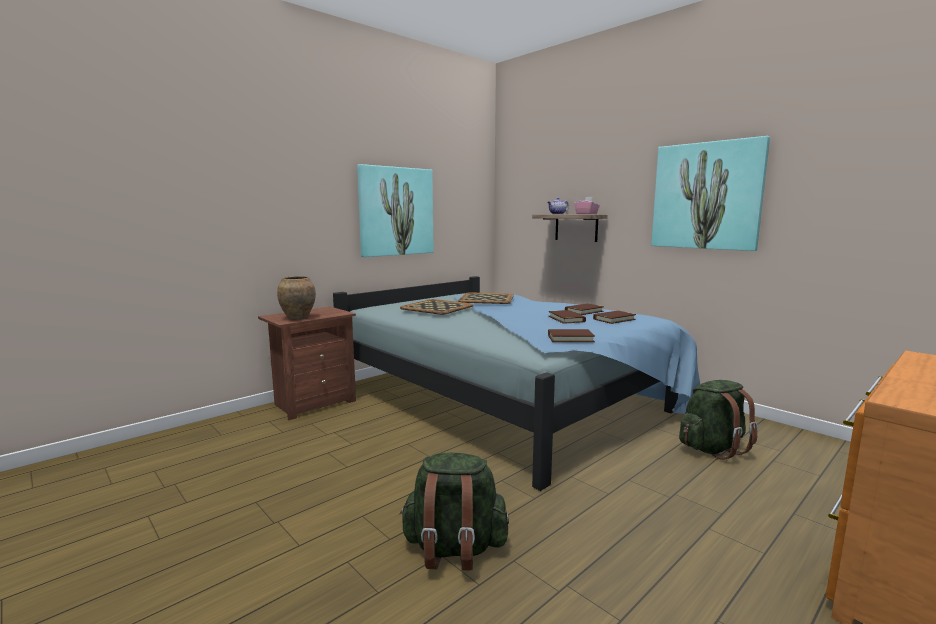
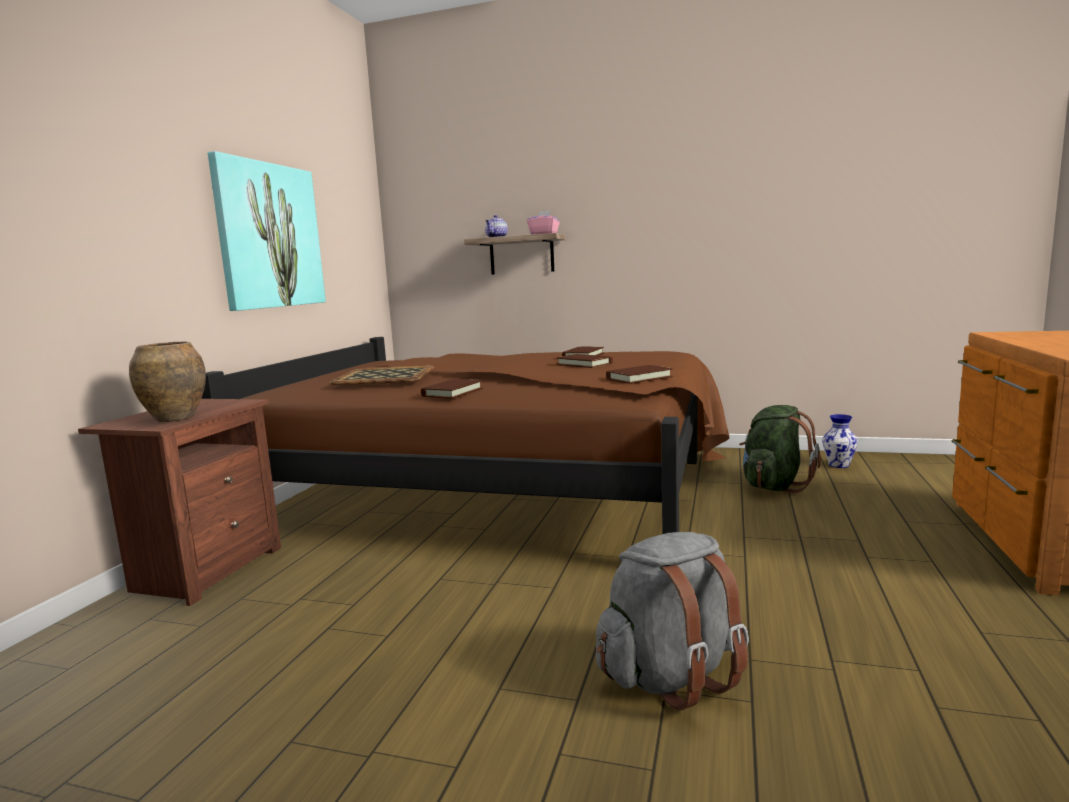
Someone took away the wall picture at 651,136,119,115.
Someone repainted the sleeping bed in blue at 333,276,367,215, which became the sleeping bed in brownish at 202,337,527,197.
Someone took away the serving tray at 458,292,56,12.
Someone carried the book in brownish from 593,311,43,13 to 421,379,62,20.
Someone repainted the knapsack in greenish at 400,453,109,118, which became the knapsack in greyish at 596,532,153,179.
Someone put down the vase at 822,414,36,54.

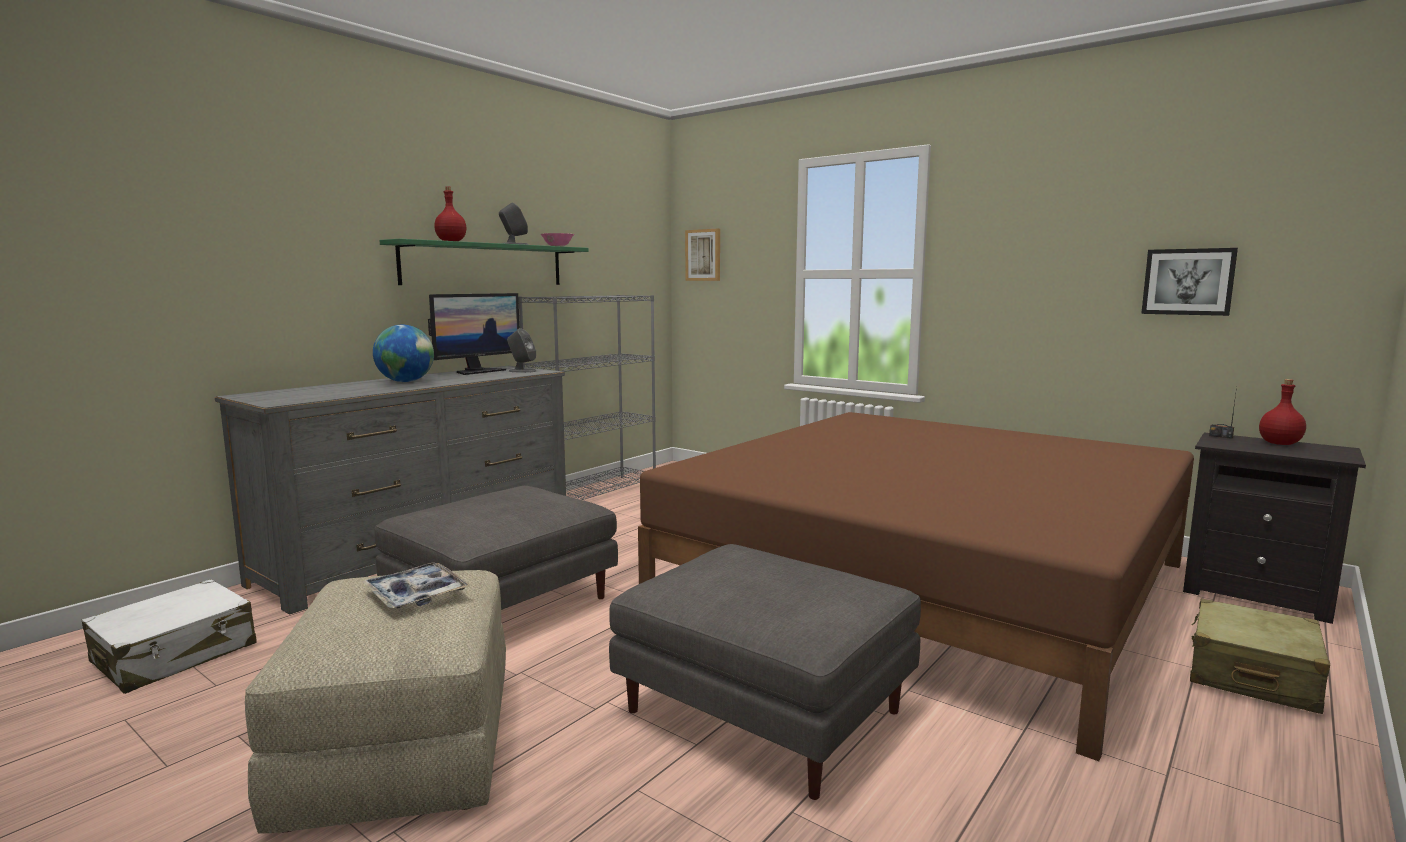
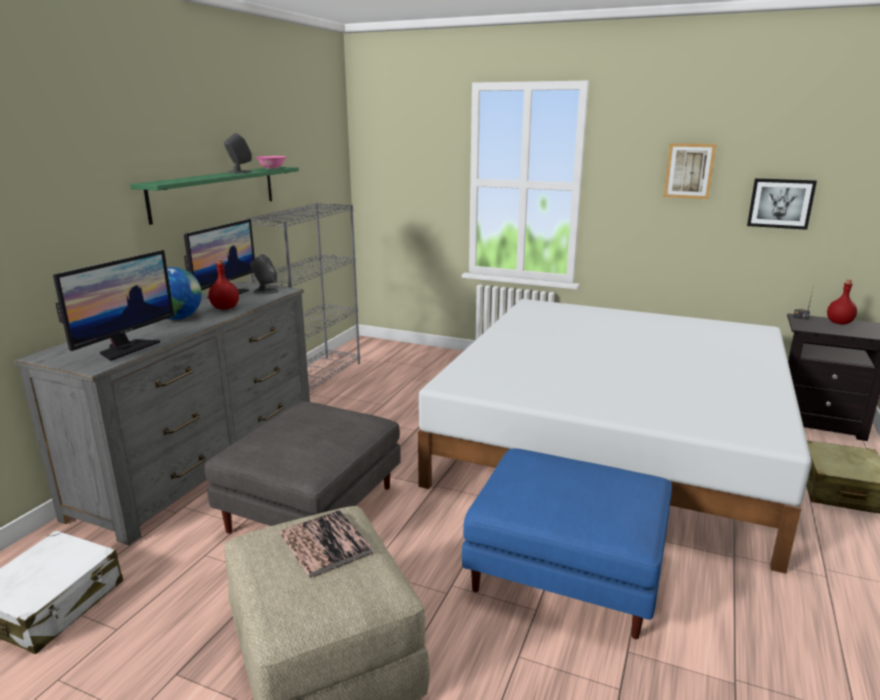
Someone carried the drink bottle in reddish from 434,186,32,55 to 209,259,30,51.
Someone carried the wall picture from 685,229,35,52 to 663,143,53,56.
Someone repainted the sleeping bed in brownish at 638,412,556,349, which became the sleeping bed in white-coloured at 418,299,394,275.
Someone repainted the ottoman in greyish at 609,544,312,256, which became the ottoman in blue at 462,448,210,191.
Someone swapped the serving tray at 363,562,108,46 for the book at 280,510,93,68.
Someone put down the monitor at 53,250,121,111.

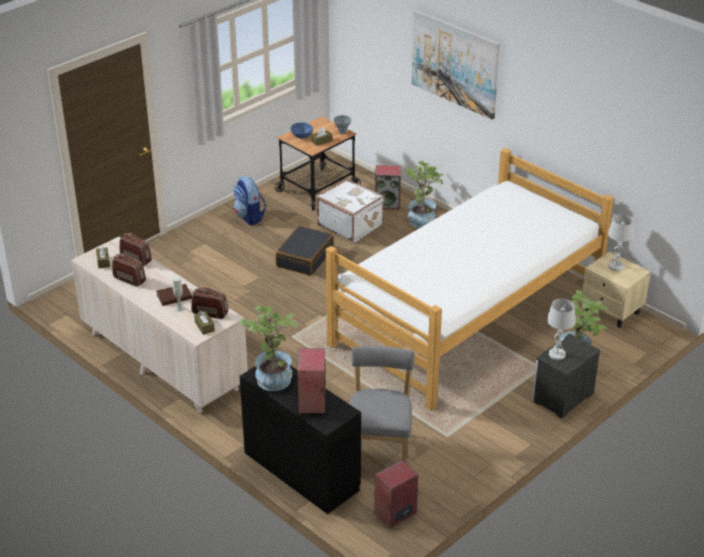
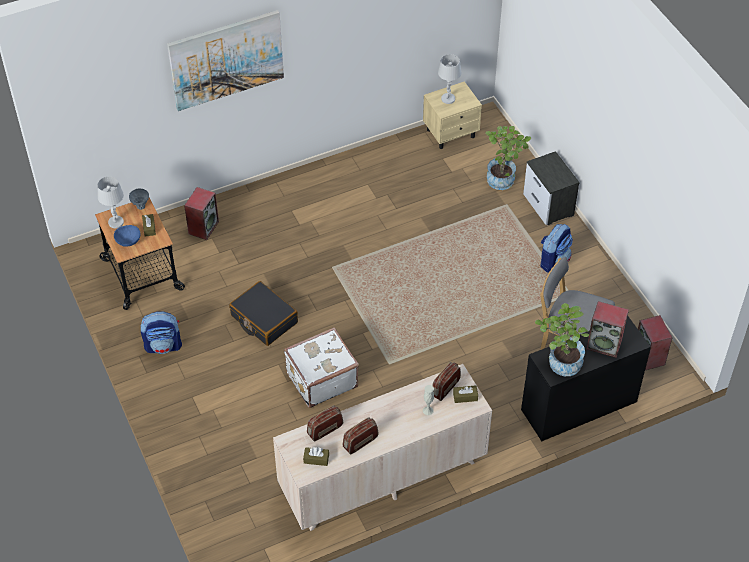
Someone took away the sleeping bed at 326,148,288,263.
Someone took away the houseplant at 405,161,38,67.
Someone carried the suitcase in white-coloured from 317,179,67,64 to 284,327,75,81.
Someone took away the book in brownish at 156,284,36,22.
Someone carried the tabletop lamp in white-coloured from 547,299,29,61 to 98,177,26,51.
Someone put down the knapsack at 540,224,33,48.

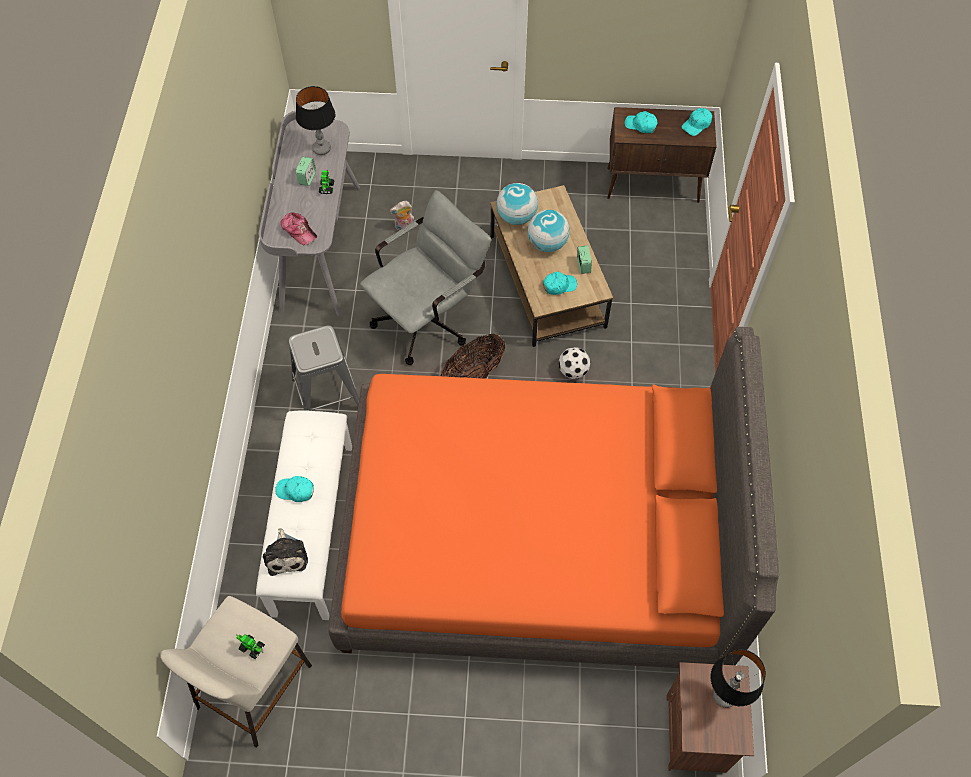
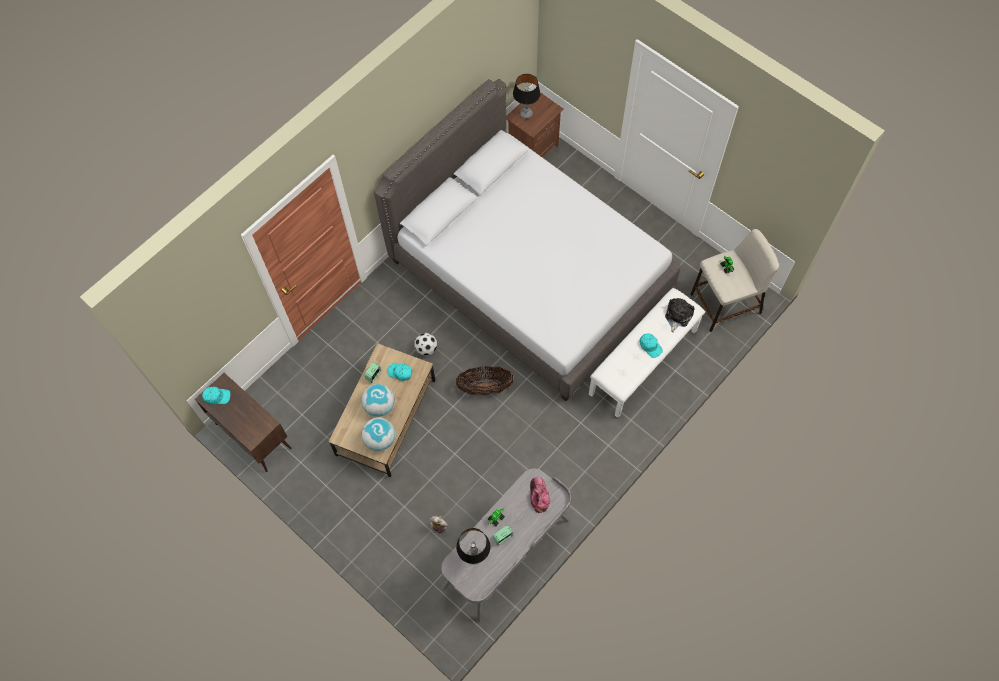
Someone took away the baseball cap in blue-green at 625,111,33,22.
Someone took away the desk chair in greyish at 360,190,131,175.
Someone took away the stool seat in greyish at 289,325,70,86.
Someone repainted the sleeping bed in orange-coloured at 328,327,451,341, which became the sleeping bed in greyish at 374,79,306,322.

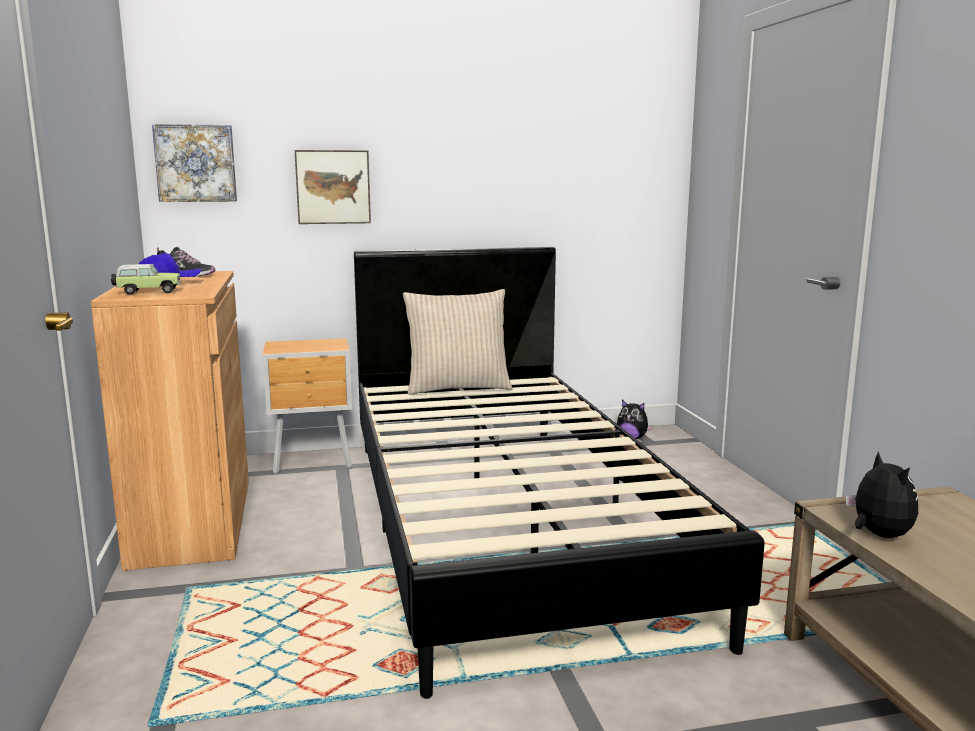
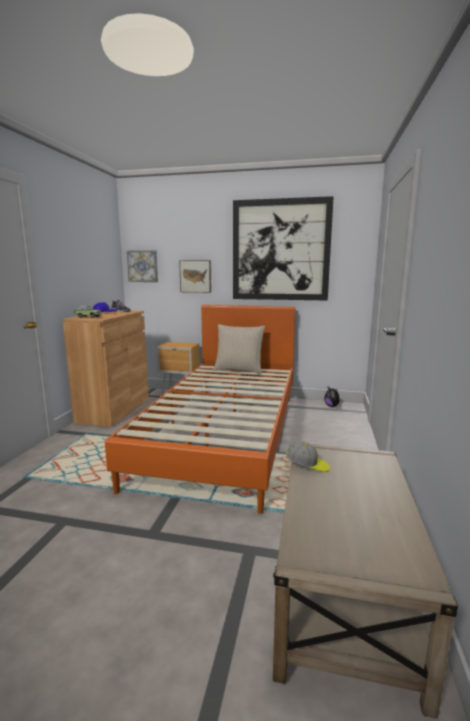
Someone repainted the sleeping bed in black-coloured at 354,247,411,452, which became the sleeping bed in orange-coloured at 105,305,191,209.
Someone swapped the cuddly toy at 846,452,72,86 for the baseball cap at 286,441,44,31.
Someone put up the wall picture at 233,196,101,105.

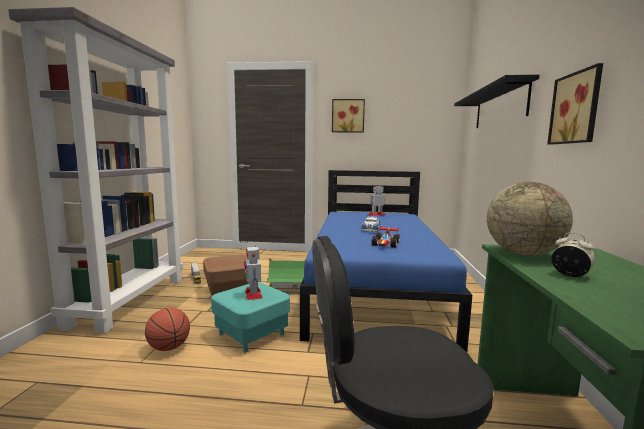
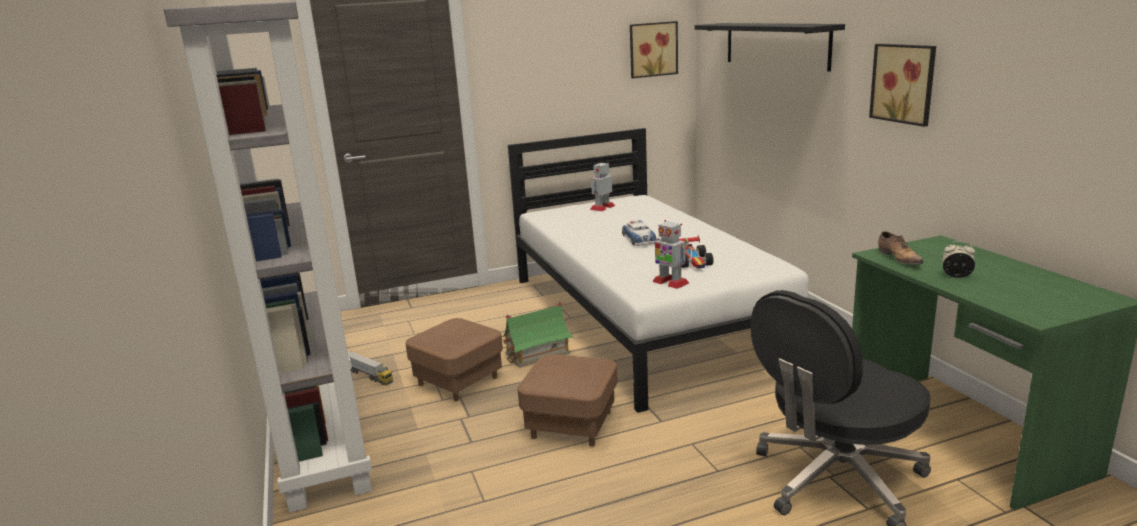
Someone carried the wall picture from 332,99,33,34 to 630,21,48,57.
Someone repainted the sleeping bed in blue at 300,170,172,182, which became the sleeping bed in white-coloured at 508,128,301,285.
Someone swapped the desk globe at 487,182,86,74 for the low shoe at 878,231,46,34.
Someone carried the model robot from 244,245,19,55 to 652,220,37,69.
Someone repainted the ottoman in blue-green at 211,282,79,71, which became the ottoman in brownish at 517,354,101,93.
Someone took away the basketball at 145,308,45,43.

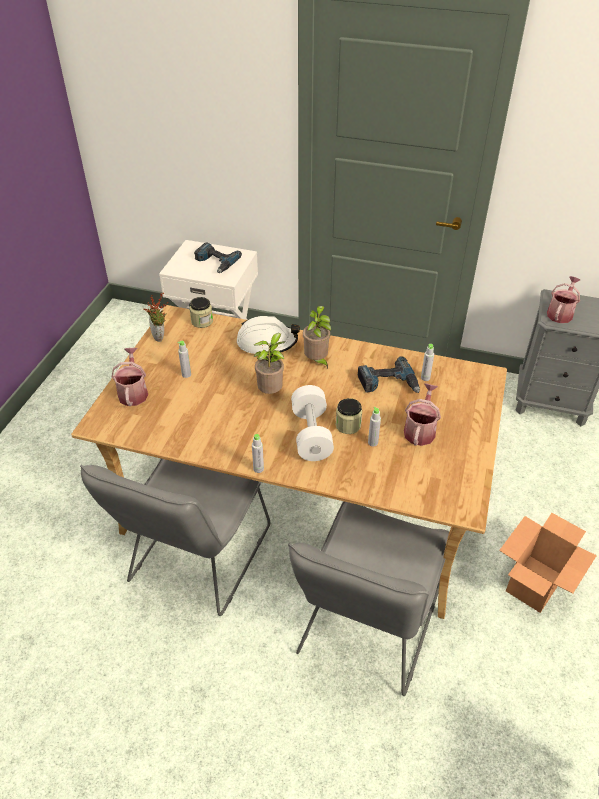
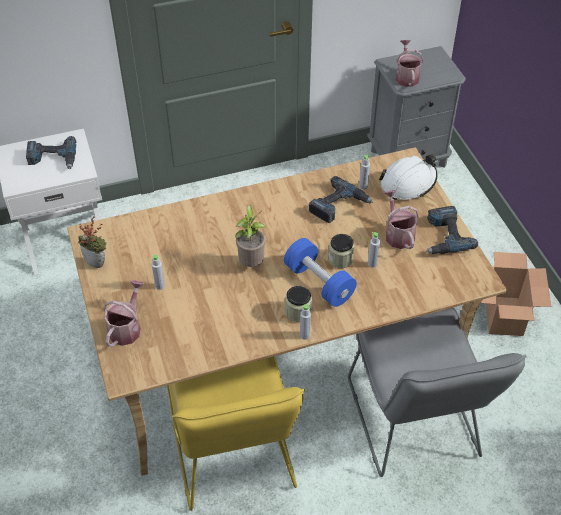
Someone carried the preserve jar from 189,297,24,31 to 285,286,27,36.
Someone took away the houseplant at 303,306,28,63.
Someone carried the work helmet in white-coloured from 237,316,63,38 to 379,154,58,46.
Someone rotated the watering pot at 111,348,37,58 by 60 degrees clockwise.
Someone repainted the hand weight in white-coloured at 291,385,43,76, which became the hand weight in blue at 284,238,73,69.
Someone repainted the chair in greyish at 80,459,190,157, which became the chair in yellow-coloured at 167,356,138,155.
Someone put down the electric drill at 426,206,52,48.

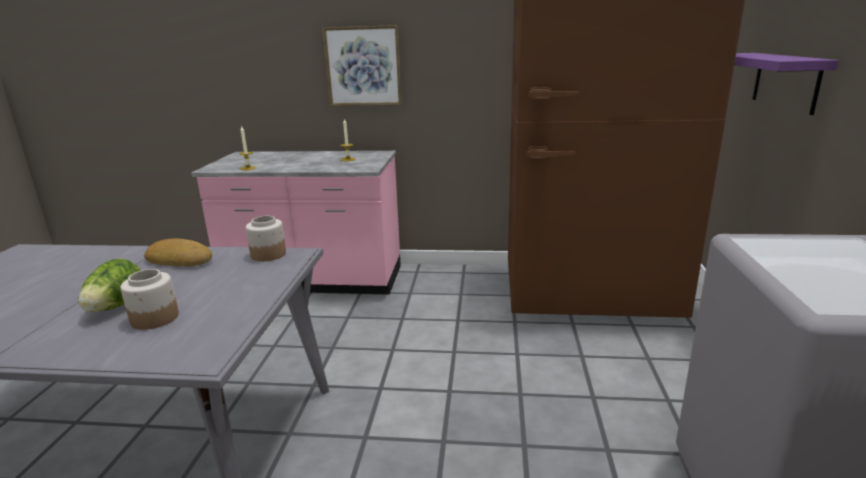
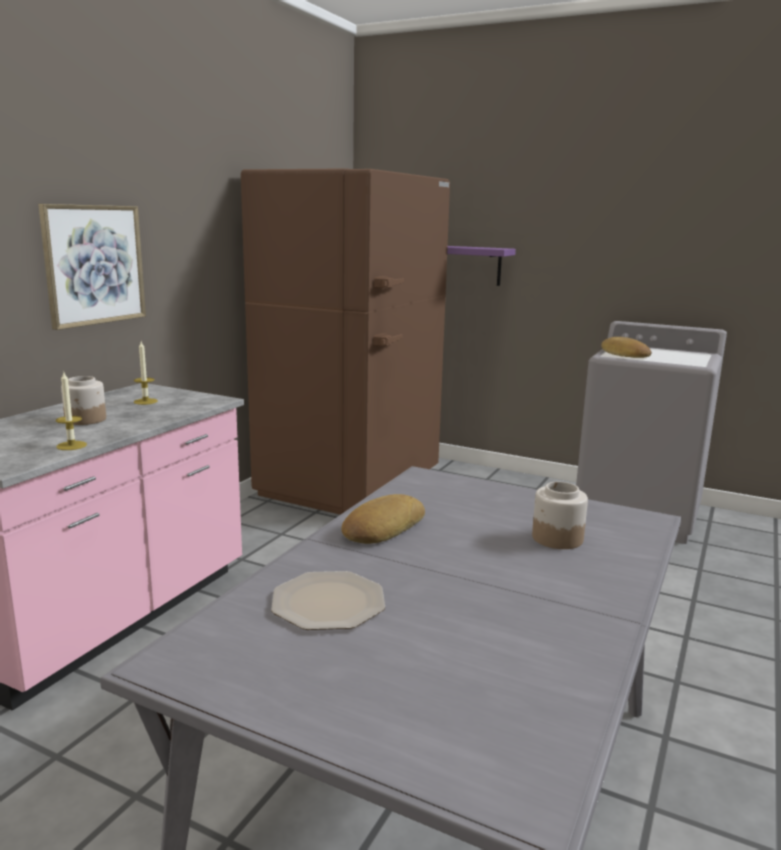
Someone carried the preserve jar from 246,216,40,45 to 61,376,45,49.
Someone took away the lettuce at 78,258,63,54.
Someone put down the baked bread at 601,337,51,21.
Someone put down the dinner plate at 271,571,114,59.

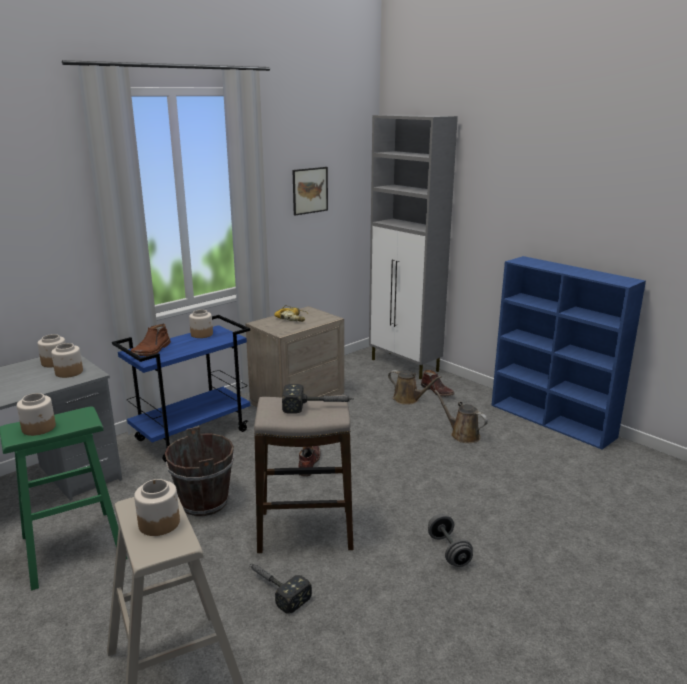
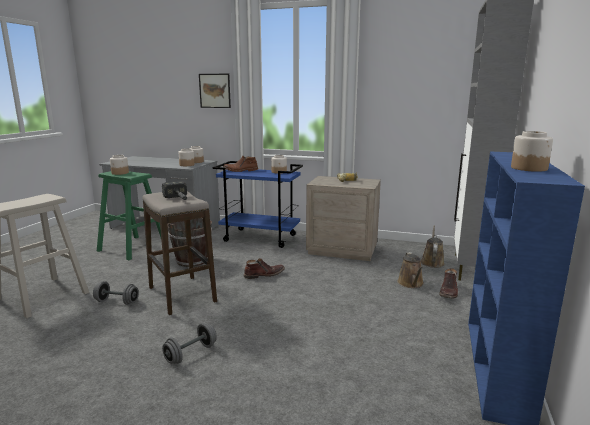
Someone carried the wall picture from 292,167,36,48 to 199,74,32,34.
Someone carried the watering pot in brownish from 434,390,54,53 to 421,225,24,43.
Someone carried the preserve jar from 134,479,46,57 to 511,131,42,41.
Someone swapped the tool hammer at 249,564,63,49 for the hand weight in greyish at 93,281,46,24.

